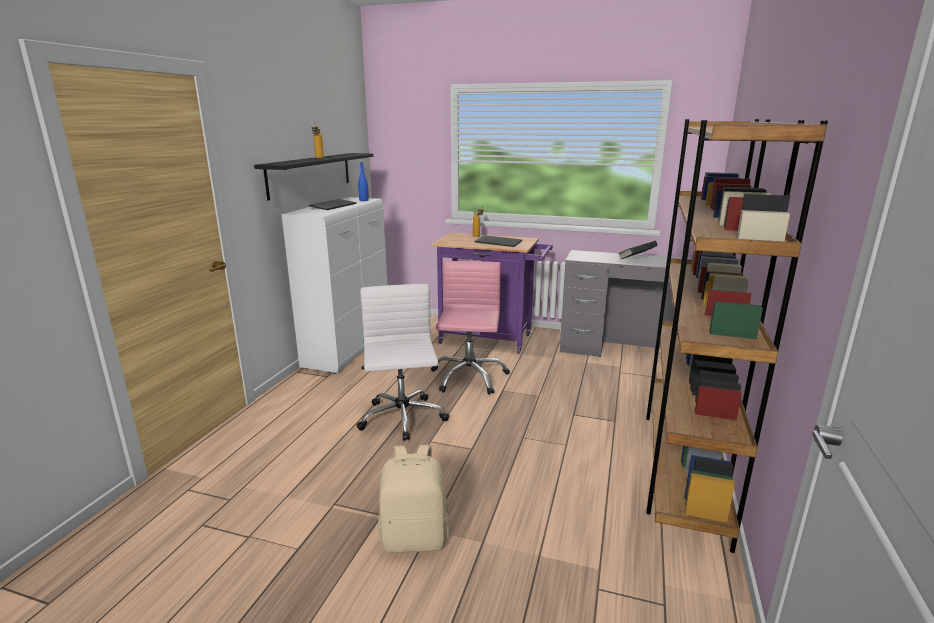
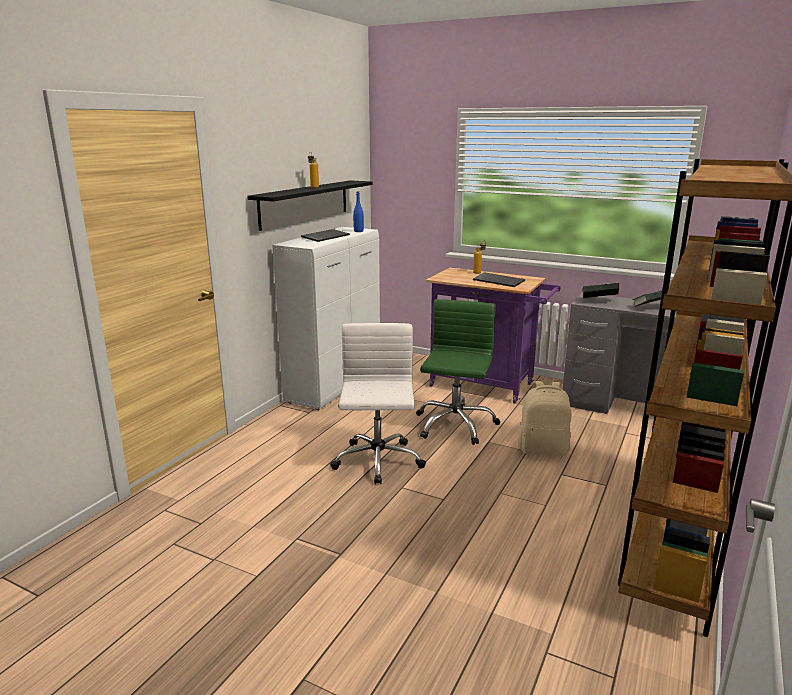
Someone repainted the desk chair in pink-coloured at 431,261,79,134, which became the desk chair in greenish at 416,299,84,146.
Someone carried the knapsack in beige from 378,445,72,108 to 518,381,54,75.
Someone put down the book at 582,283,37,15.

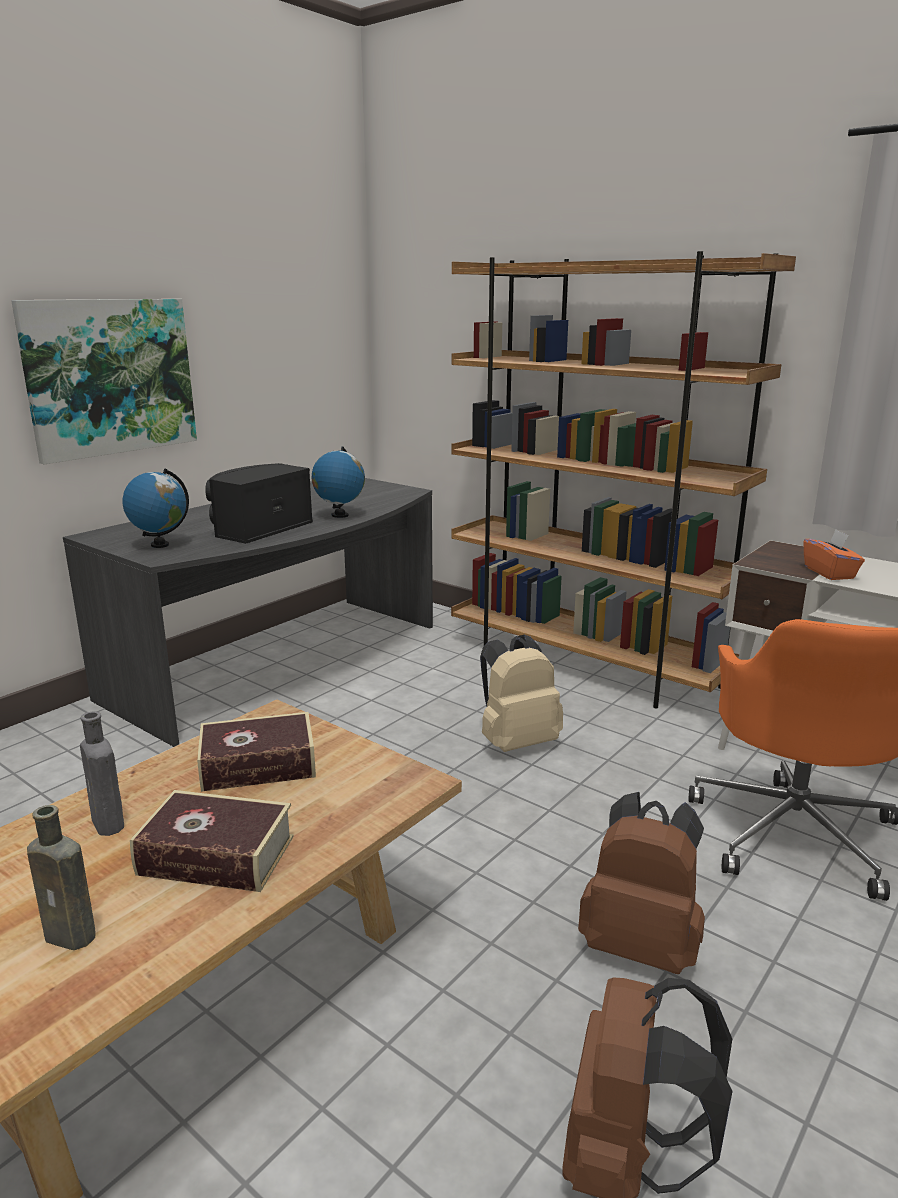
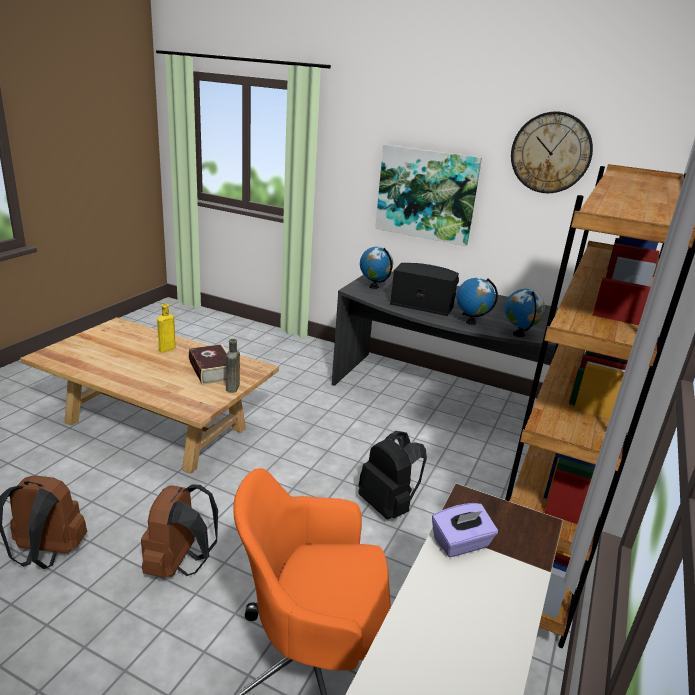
Someone repainted the tissue holder in orange-coloured at 804,530,61,50, which became the tissue holder in purplish at 432,503,66,54.
Someone repainted the knapsack in beige at 480,635,83,117, which became the knapsack in black-coloured at 358,431,69,88.
Someone repainted the drink bottle in greyish at 80,711,44,125, which became the drink bottle in yellow-coloured at 157,304,18,48.
Someone took away the book at 130,790,164,102.
Someone carried the drink bottle in brownish from 27,805,68,145 to 226,339,14,54.
Someone put up the wall clock at 511,111,82,82.
Someone put down the desk globe at 505,289,40,48.

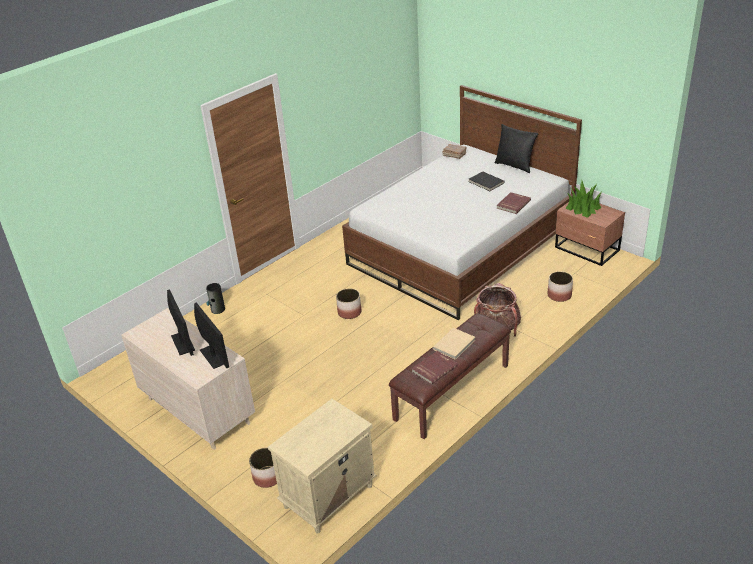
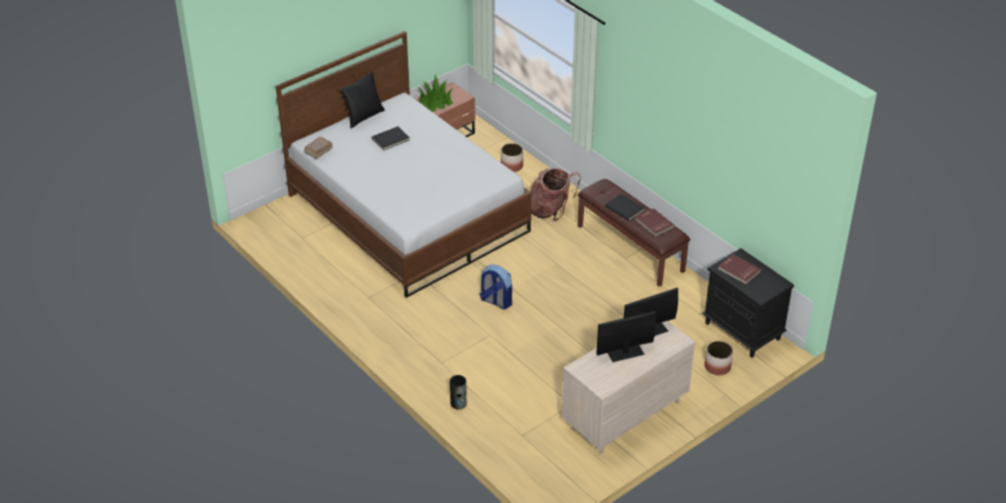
Someone carried the book in reddish from 497,192,34,22 to 718,254,43,30.
Someone swapped the planter at 336,289,25,30 for the knapsack at 480,264,32,45.
Someone repainted the book in beige at 433,328,42,32, which became the book in black-coloured at 605,194,39,27.
Someone repainted the night table in beige at 268,399,109,135, which became the night table in black-coloured at 702,248,92,110.

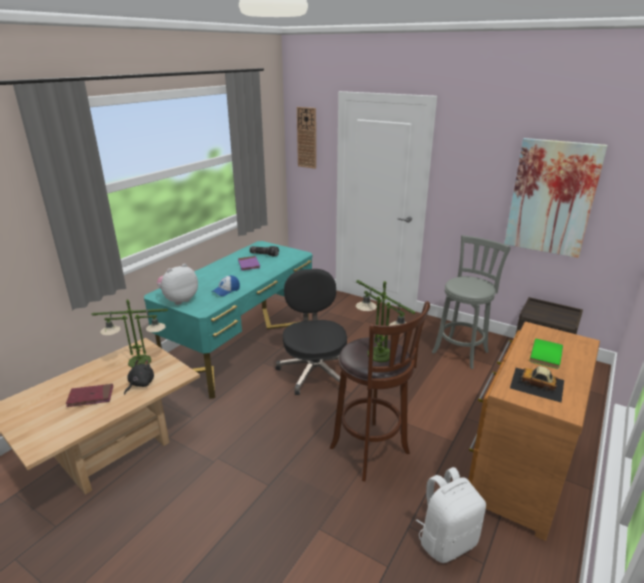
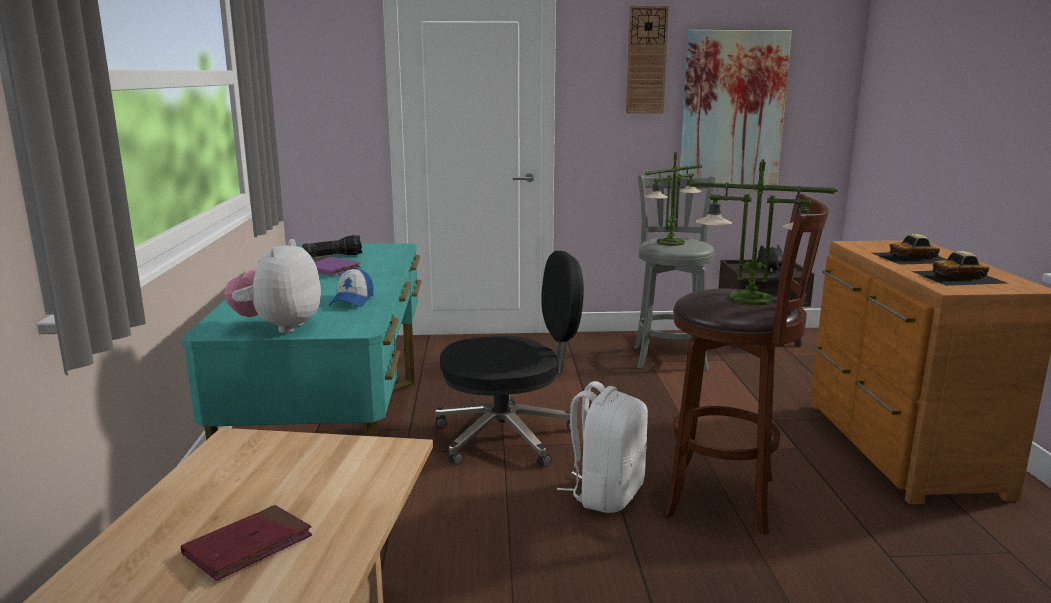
Someone carried the wall clock from 297,107,19,62 to 626,6,43,108.
Someone rotated the desk chair in black-coloured at 276,269,71,126 by 120 degrees clockwise.
Someone carried the tabletop lamp from 91,299,77,69 to 644,152,59,94.
Someone swapped the book in greenish at 529,338,34,31 for the toy car at 872,234,75,31.
Someone carried the cuddly toy in black-coloured from 124,360,30,34 to 757,245,26,27.
Someone carried the knapsack in white-coloured from 416,467,70,96 to 557,381,91,132.

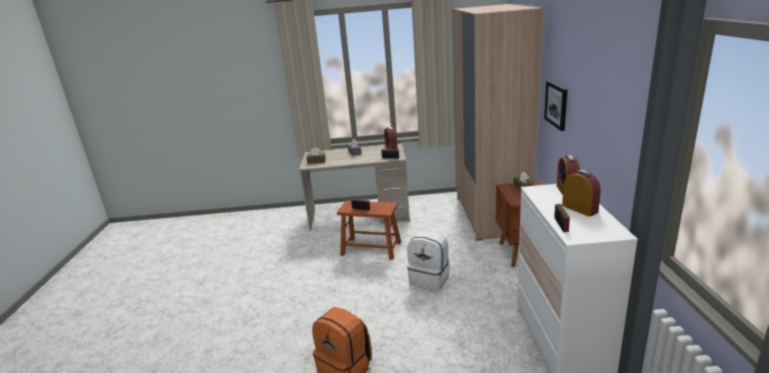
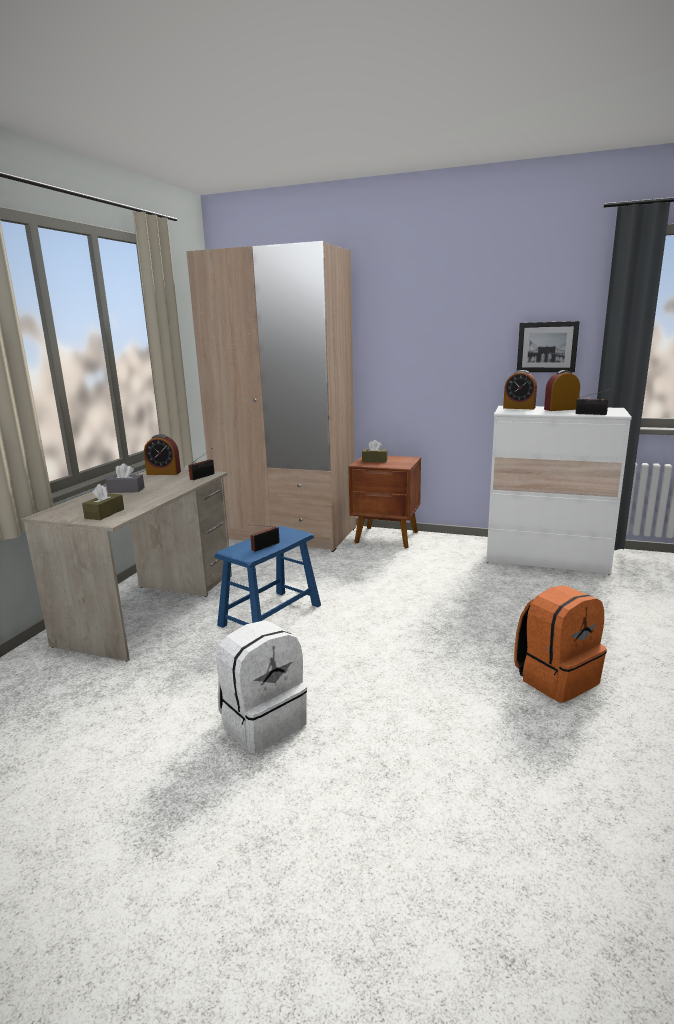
Someone carried the wall picture from 544,80,23,51 to 517,321,63,51.
Someone repainted the stool seat in brownish at 337,201,64,59, which became the stool seat in blue at 214,526,107,102.
Someone carried the knapsack in white-coloured from 407,231,43,60 to 216,620,91,134.

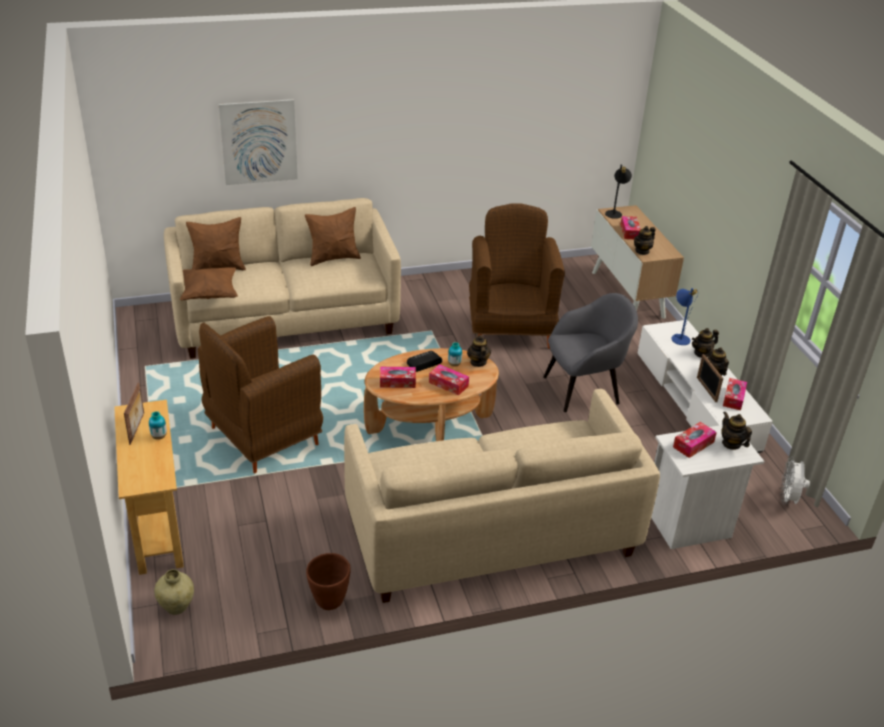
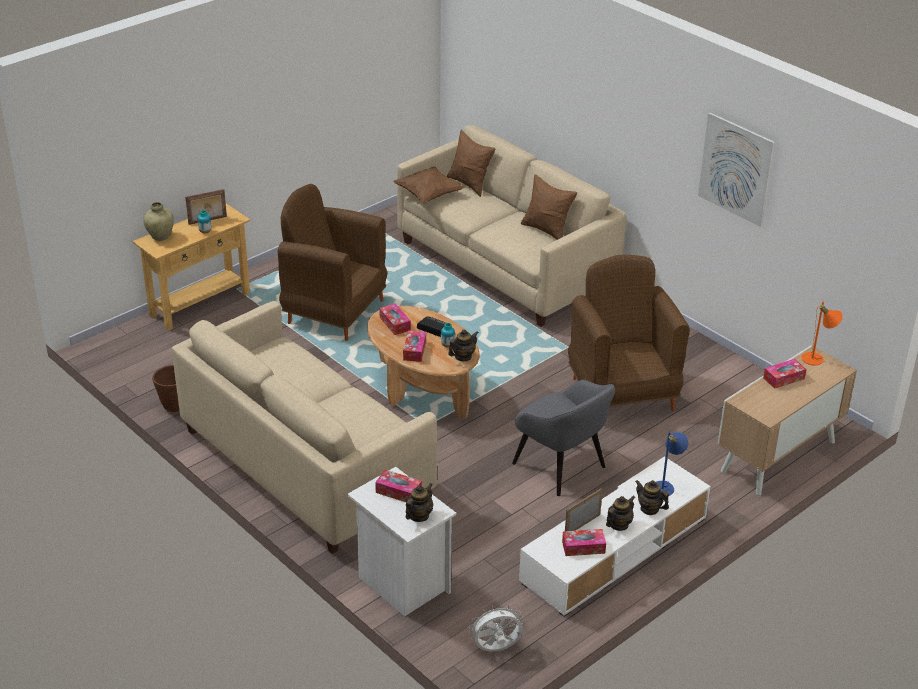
Someone carried the wall picture from 219,99,79,86 to 698,113,77,114.
Someone repainted the tabletop lamp in black-coloured at 605,164,27,55, which became the tabletop lamp in orange-coloured at 801,301,42,64.
Someone rotated the lounge chair in brownish at 469,203,96,146 by 75 degrees counterclockwise.
Someone took away the teapot at 634,226,21,29.
Someone carried the vase in beige from 154,569,40,46 to 143,202,31,39.

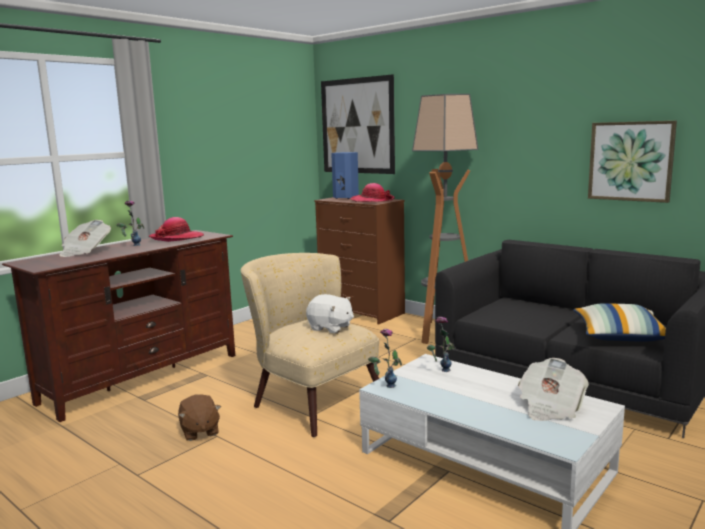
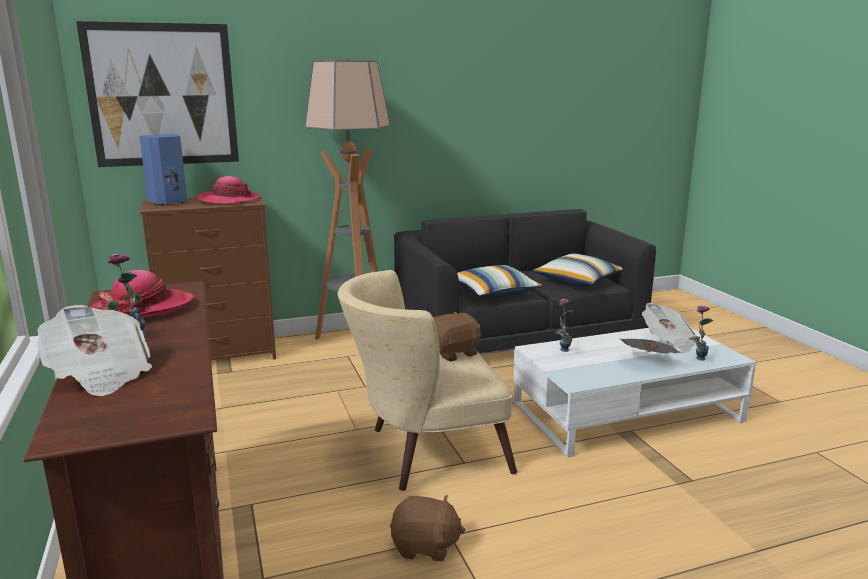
Someone took away the wall picture at 588,121,89,82.
Someone repainted the cuddly toy in white-coloured at 306,294,48,39, which became the cuddly toy in brownish at 433,312,48,50.
Someone carried the vase from 368,329,34,59 to 689,305,24,56.
Someone put down the pillow at 457,265,86,34.
Someone put down the daily paper at 618,338,62,16.

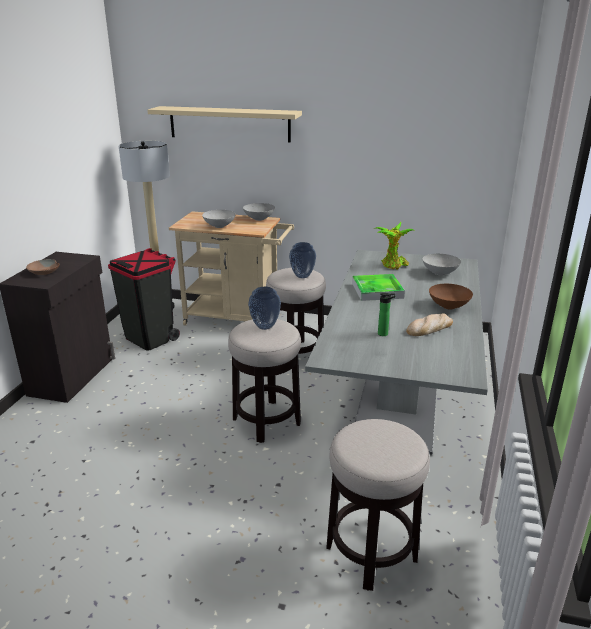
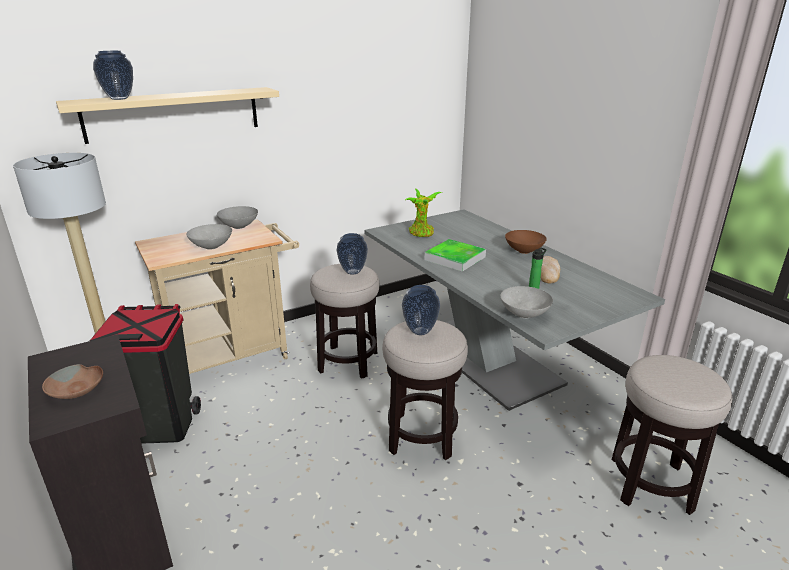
Someone carried the serving bowl in greyish from 422,254,39,22 to 500,286,53,32.
Someone put down the vase at 93,51,40,49.

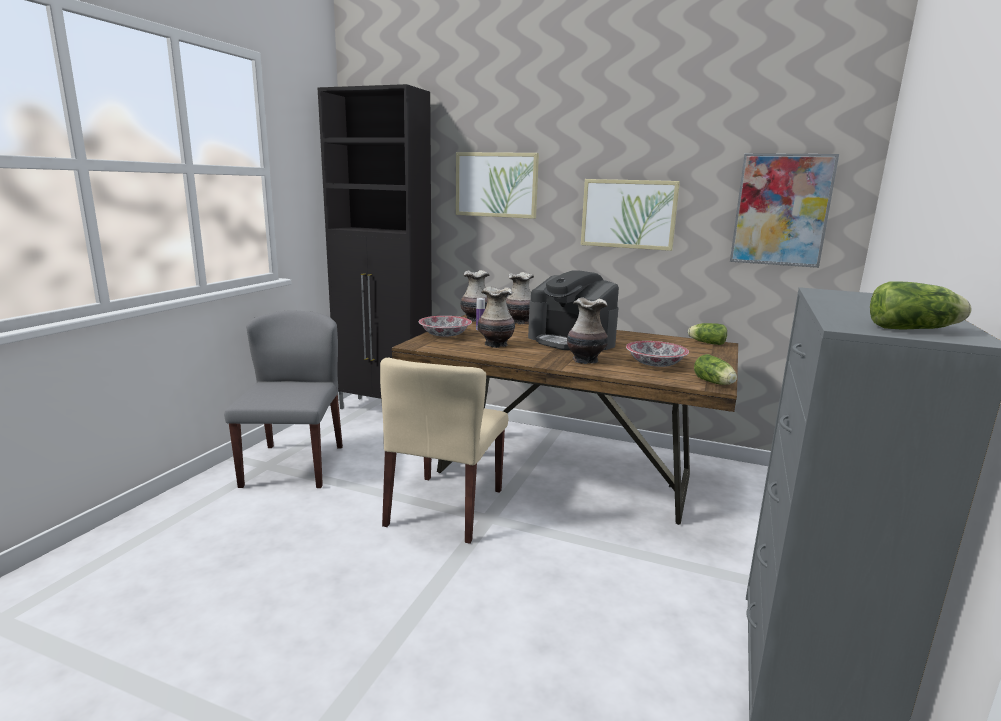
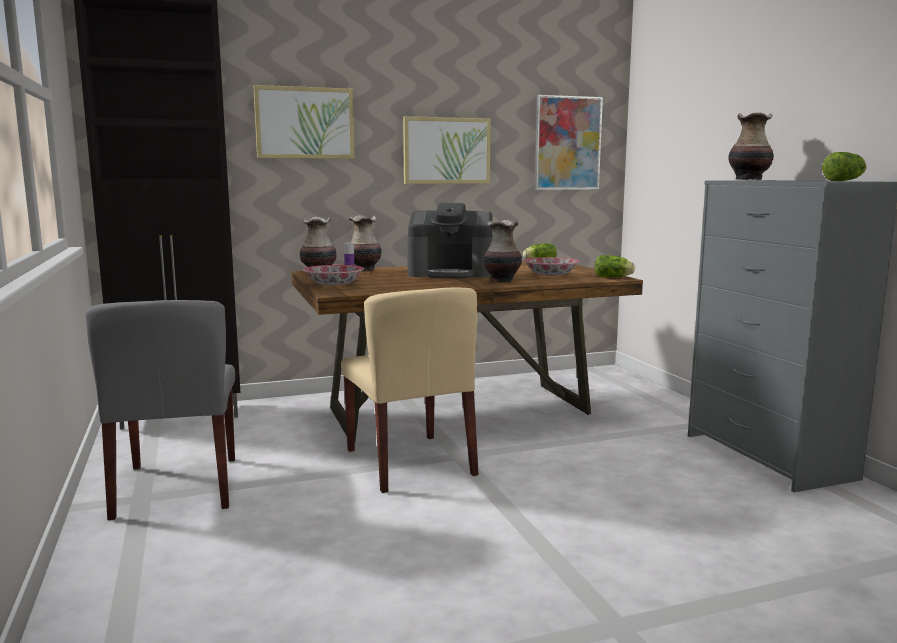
Someone carried the vase from 478,286,37,62 to 728,112,46,68.
Someone rotated the chair in greyish at 224,310,119,178 by 150 degrees counterclockwise.

